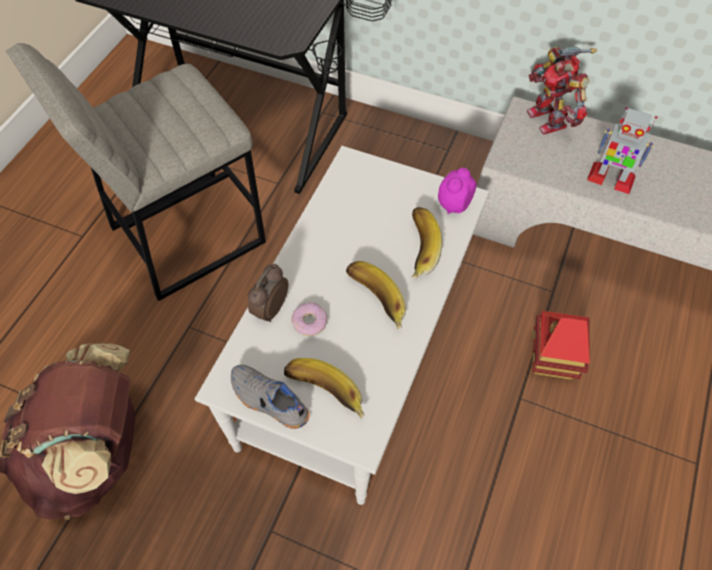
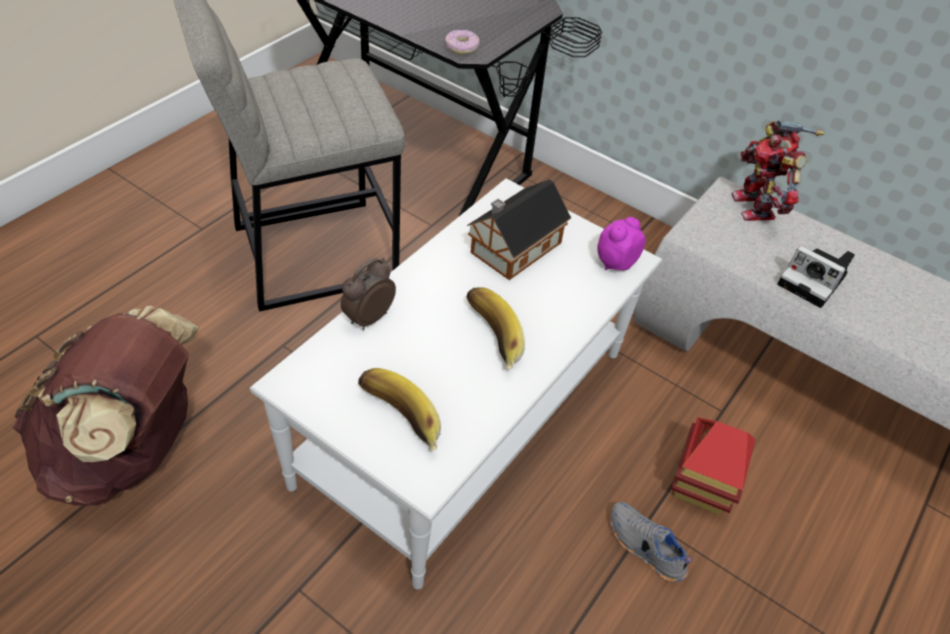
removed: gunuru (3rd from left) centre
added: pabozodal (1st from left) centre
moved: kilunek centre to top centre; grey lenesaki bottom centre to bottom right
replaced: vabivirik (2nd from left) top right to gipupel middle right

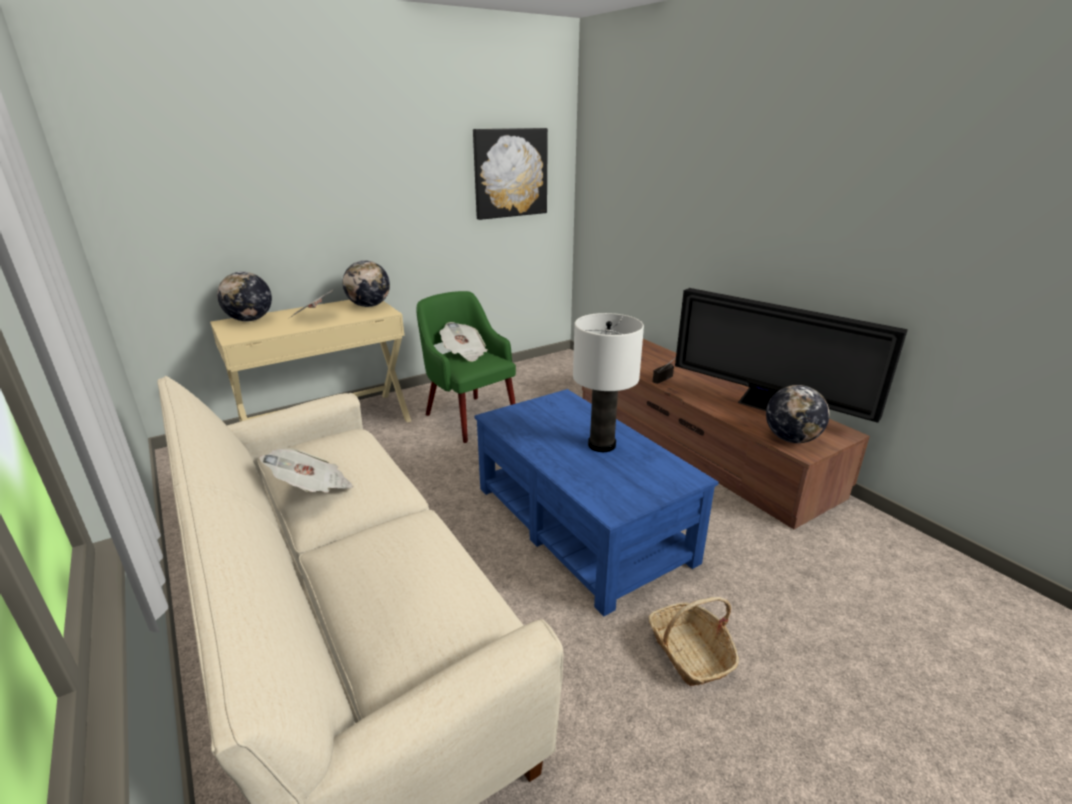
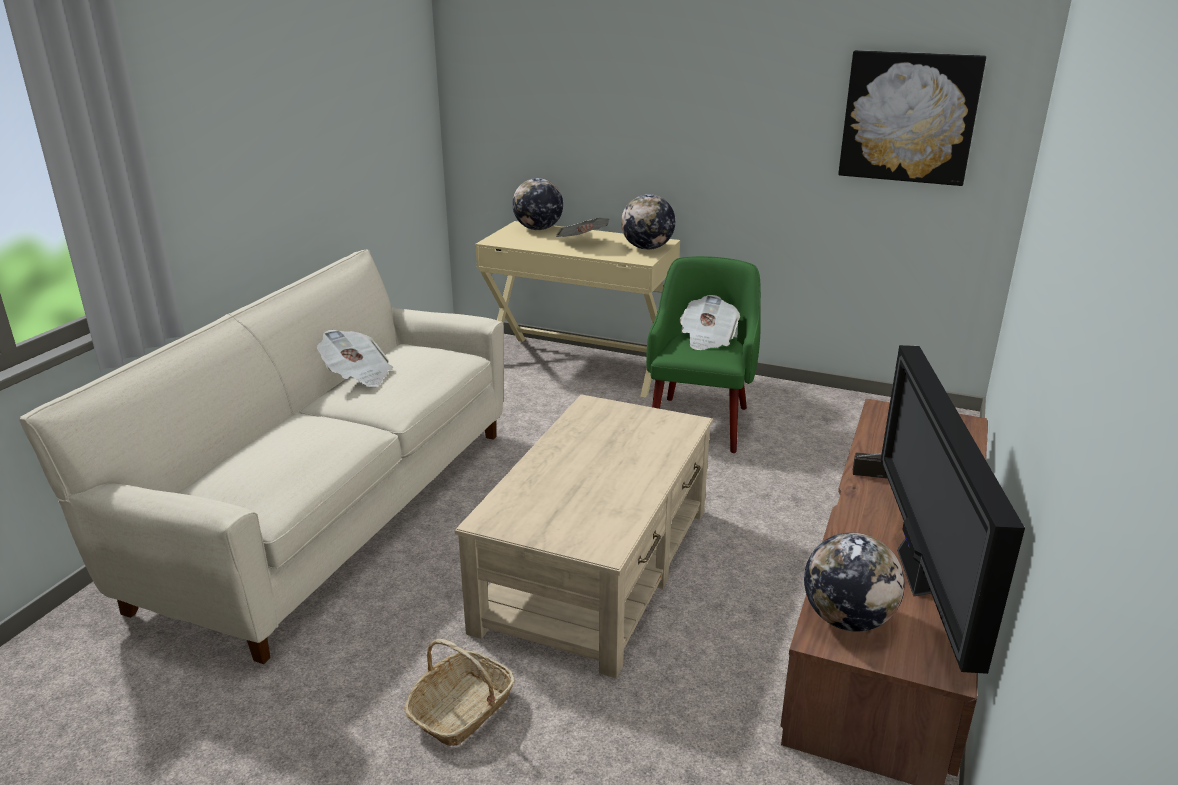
removed: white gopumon centre
recoloured: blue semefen centre to beige semefen bottom centre

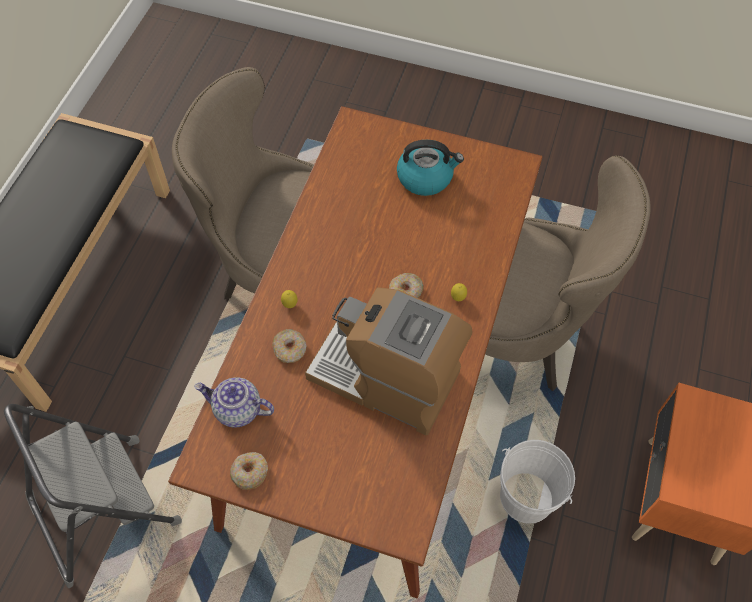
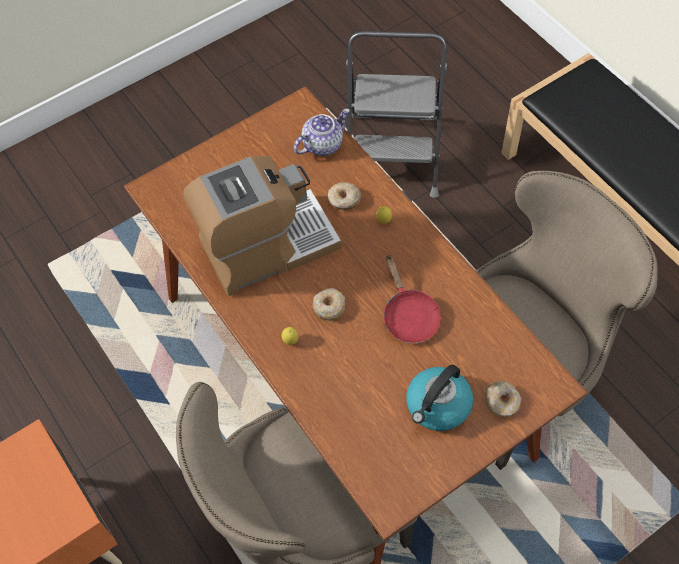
removed: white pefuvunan bottom right
added: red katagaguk centre
moved: kilunek (1st from left in the first image) bottom left to kilunek (3rd from left) bottom right

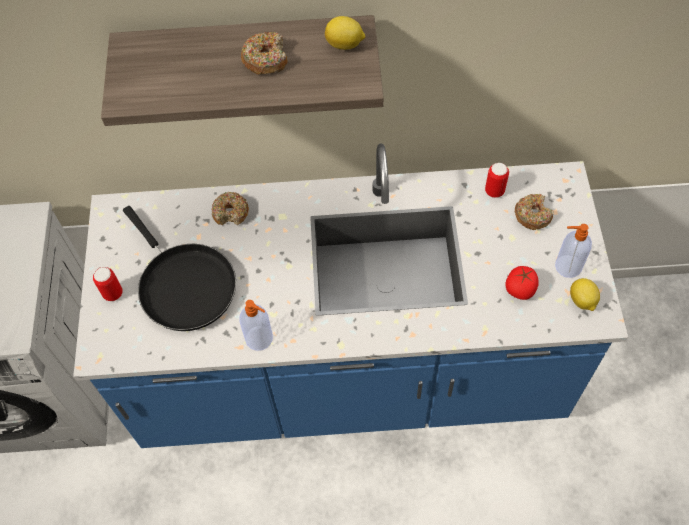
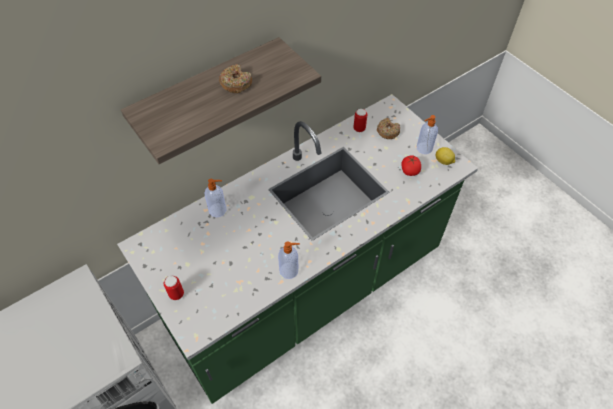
removed: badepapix (1st from left) top centre; black katagaguk middle left
replaced: kilunek (1st from left) centre to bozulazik (1st from left) centre
recoloured: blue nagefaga centre to green nagefaga centre

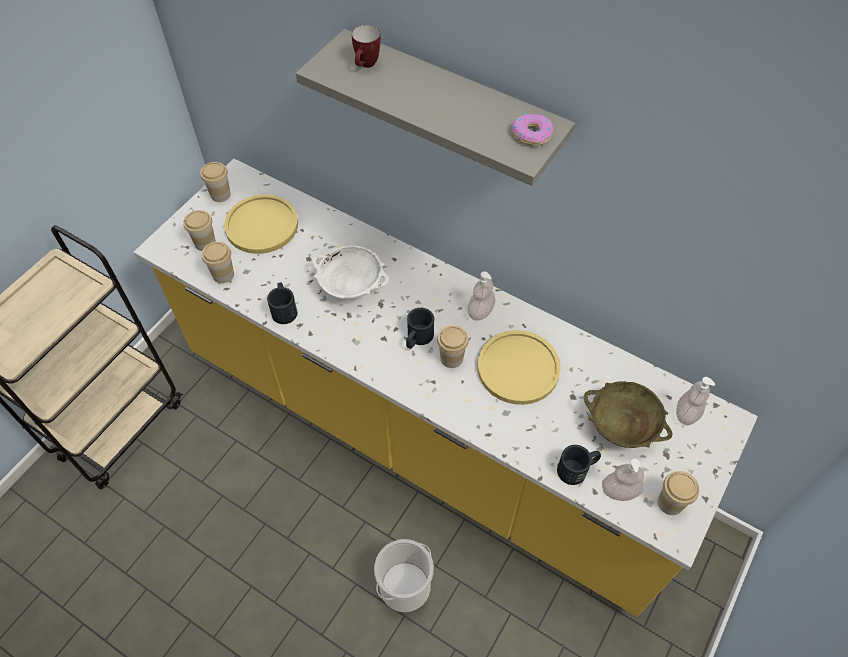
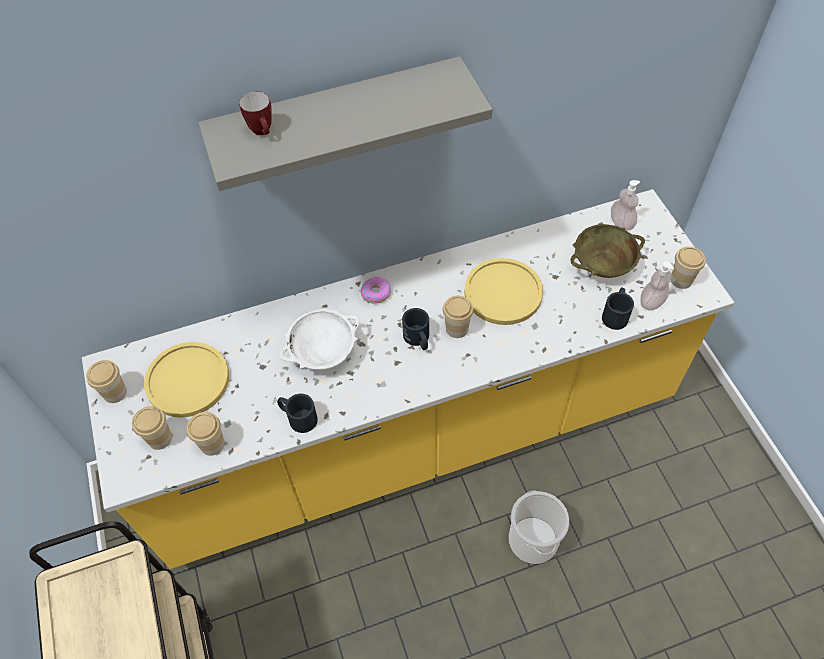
removed: bozulazik (1st from left) centre
moved: kilunek top centre to centre

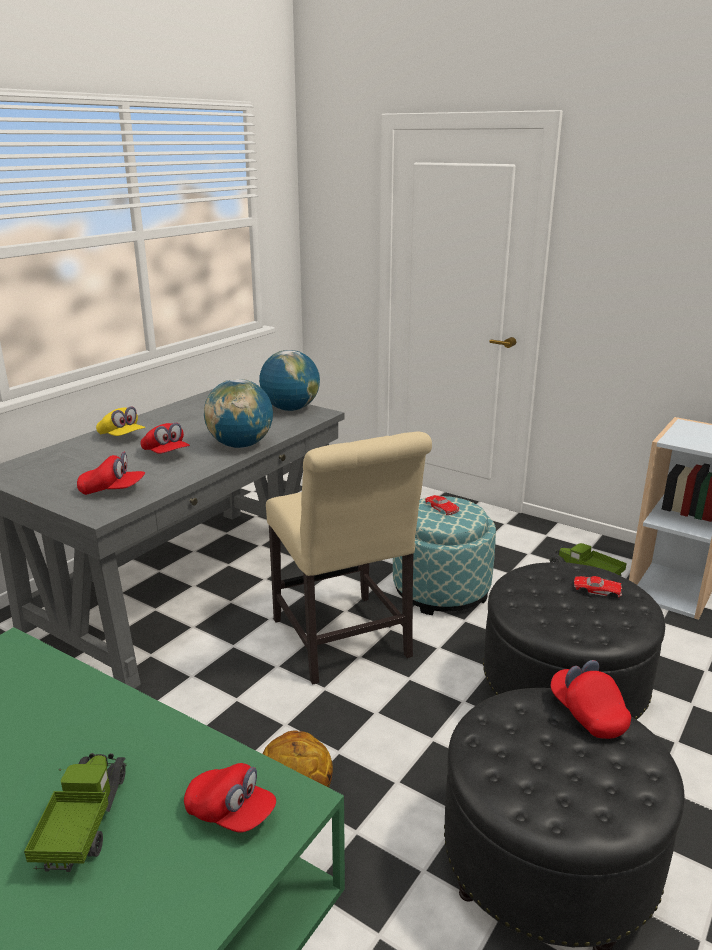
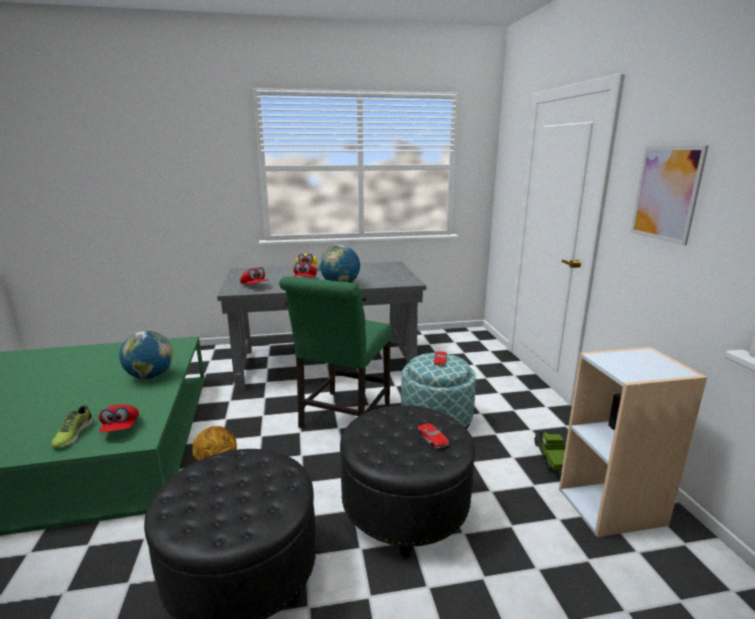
removed: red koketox (4th from left) bottom right; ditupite (1st from left) bottom left
added: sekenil top right; lenesaki bottom left
moved: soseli (2nd from left in the first image) centre to soseli (1st from left) middle left
recoloured: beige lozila centre to green lozila centre

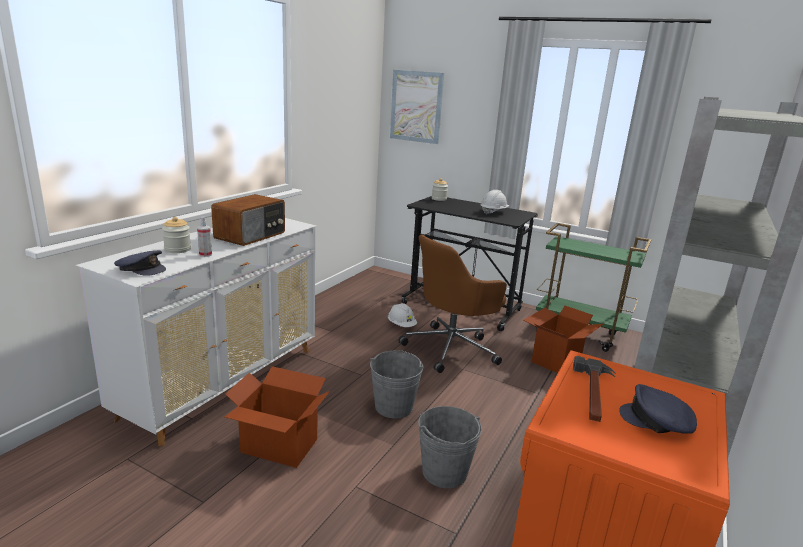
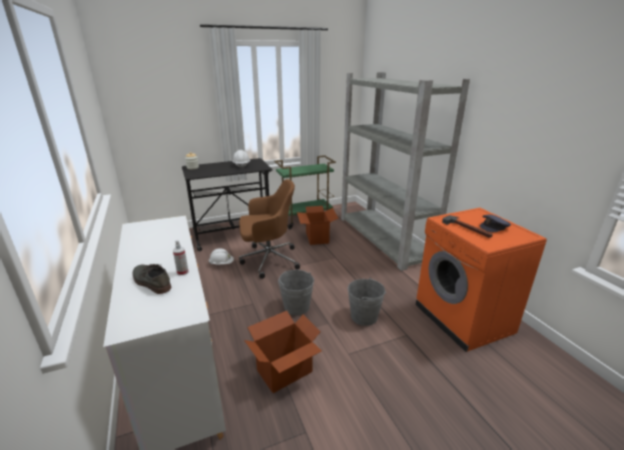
removed: sekenil top centre; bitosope middle left; grey koketox (1st from left) middle left
replaced: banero (1st from left) middle left to grey lenesaki middle left
turned: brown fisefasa centre = centre 105 degrees counterclockwise

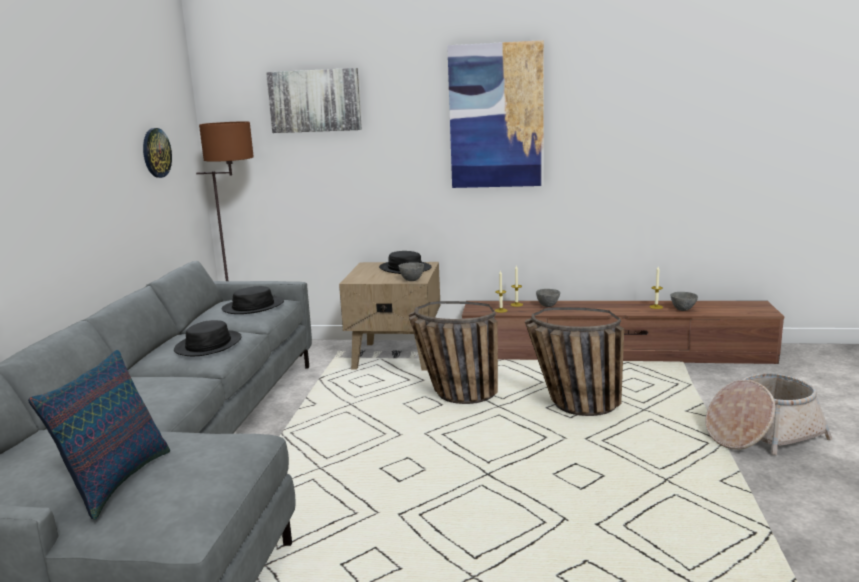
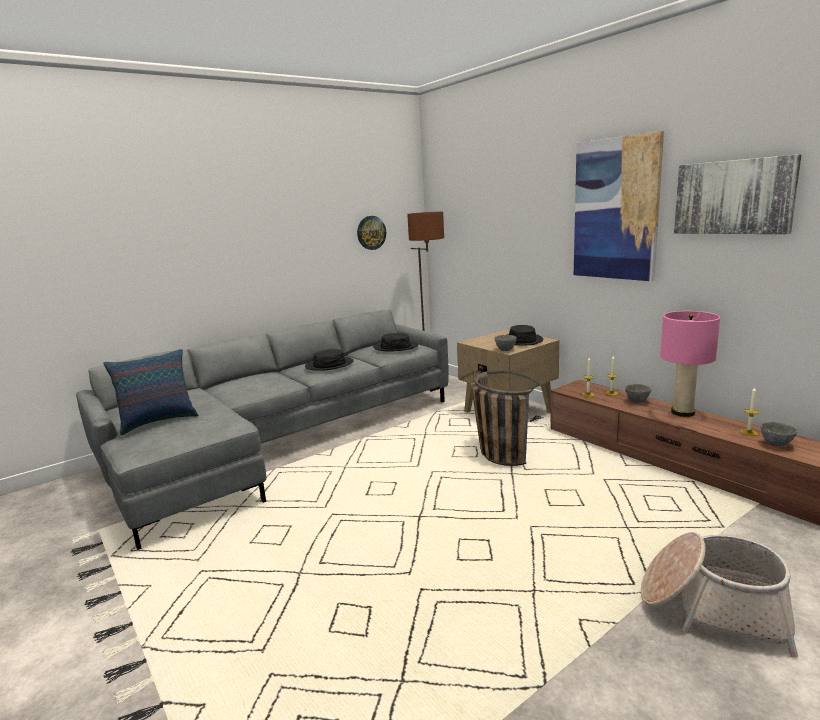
removed: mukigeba (2nd from left) middle right
added: pink gopumon middle right
moved: sekenil (1st from left in the first image) top centre to sekenil (2nd from left) top right

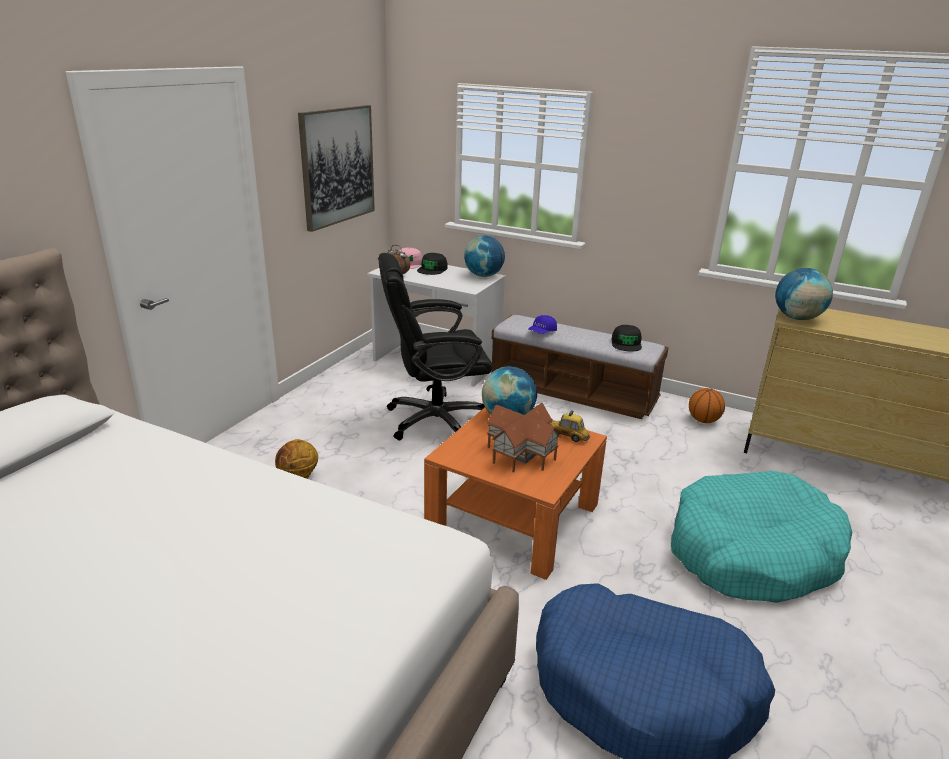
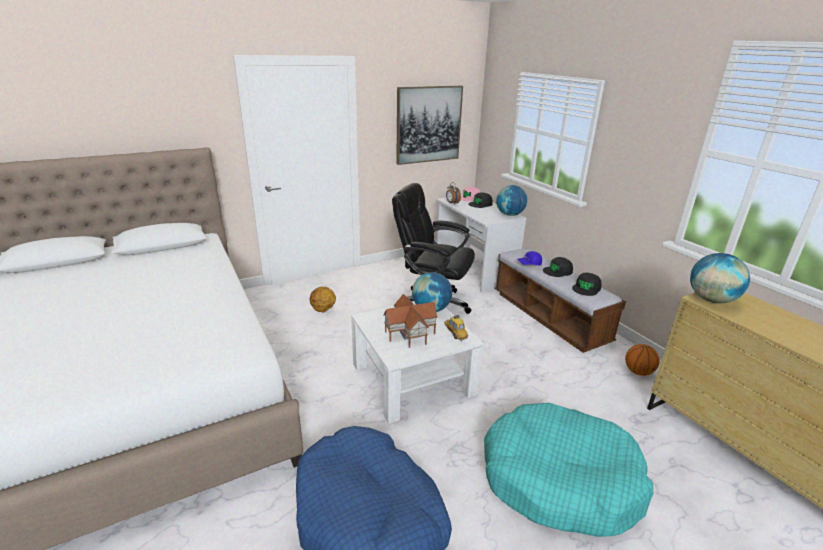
added: black koketox (2nd from left) middle right
recoloured: orange semefen centre to white semefen centre

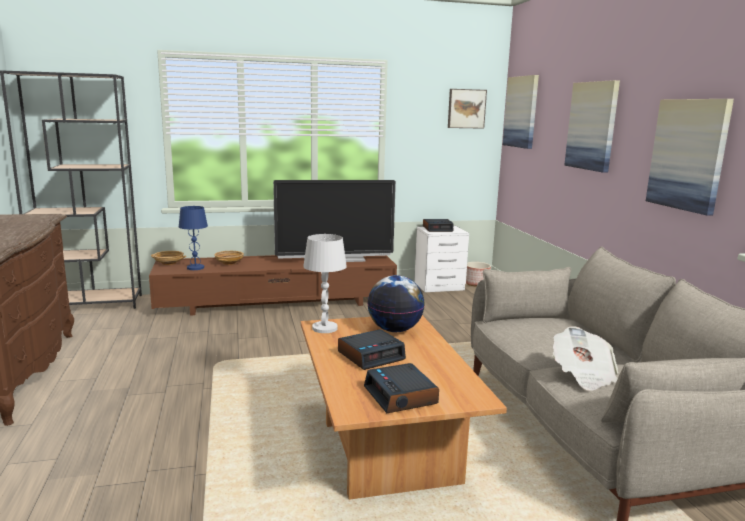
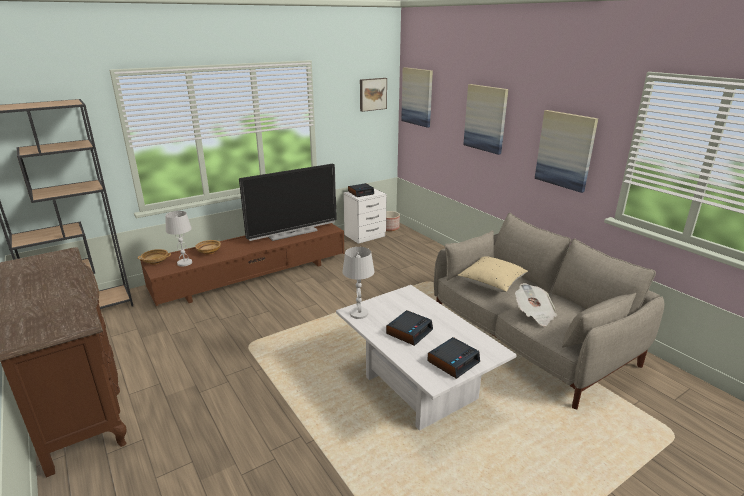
removed: soseli centre
added: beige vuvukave centre
recoloured: blue gopumon middle left to white gopumon (1st from left) middle left; brown semefen bottom centre to white semefen bottom centre
turned: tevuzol (2nd from left in the first image) bottom centre = bottom centre 90 degrees counterclockwise

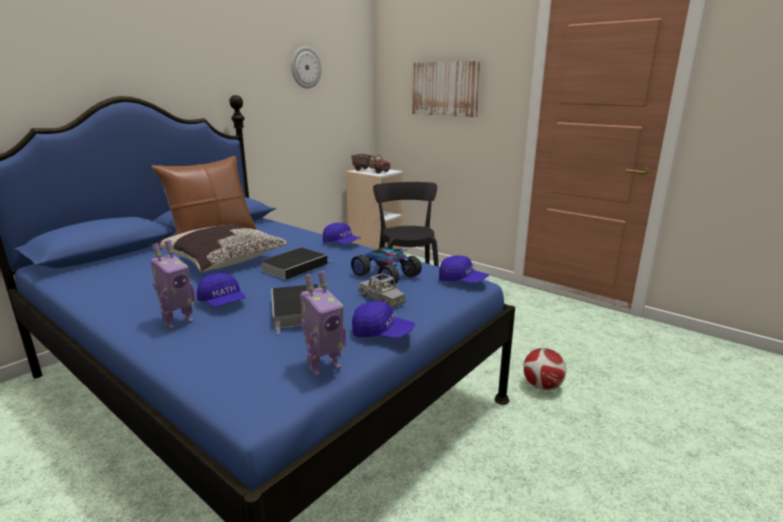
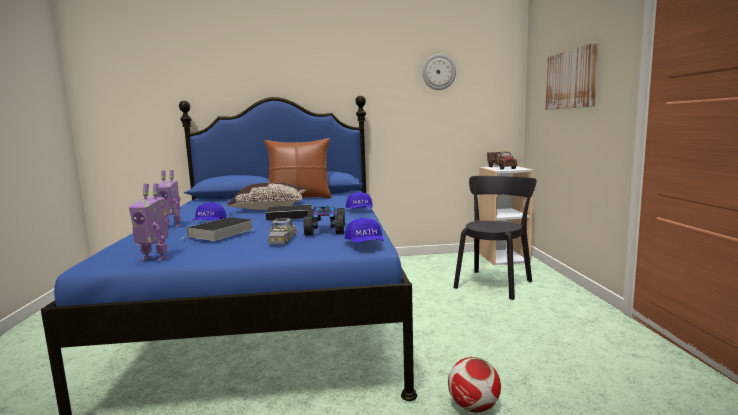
removed: blue koketox (3rd from left) centre

